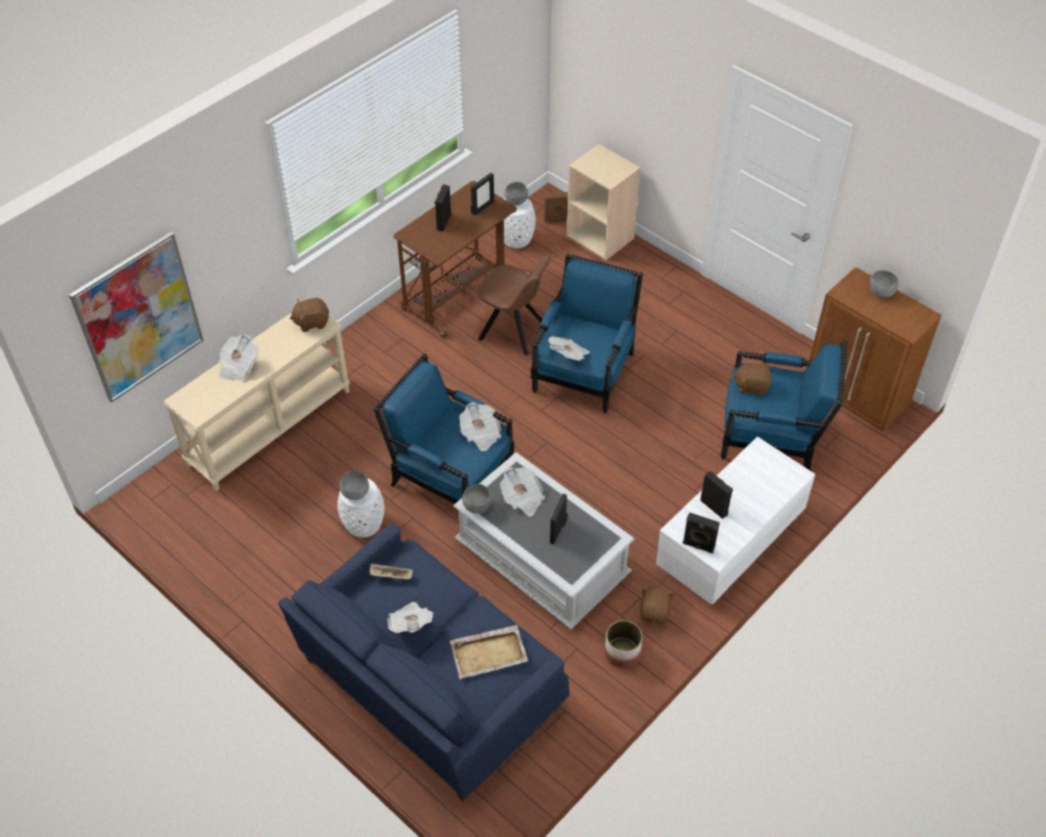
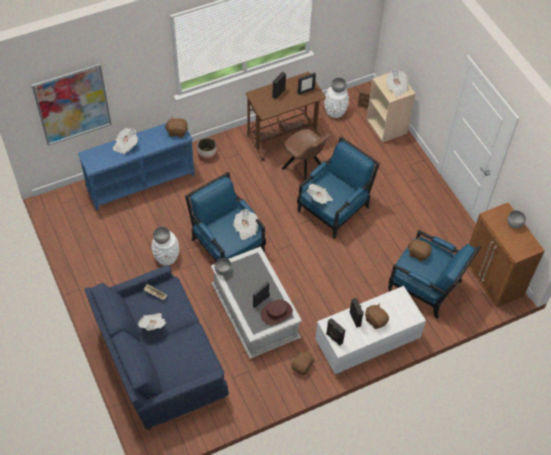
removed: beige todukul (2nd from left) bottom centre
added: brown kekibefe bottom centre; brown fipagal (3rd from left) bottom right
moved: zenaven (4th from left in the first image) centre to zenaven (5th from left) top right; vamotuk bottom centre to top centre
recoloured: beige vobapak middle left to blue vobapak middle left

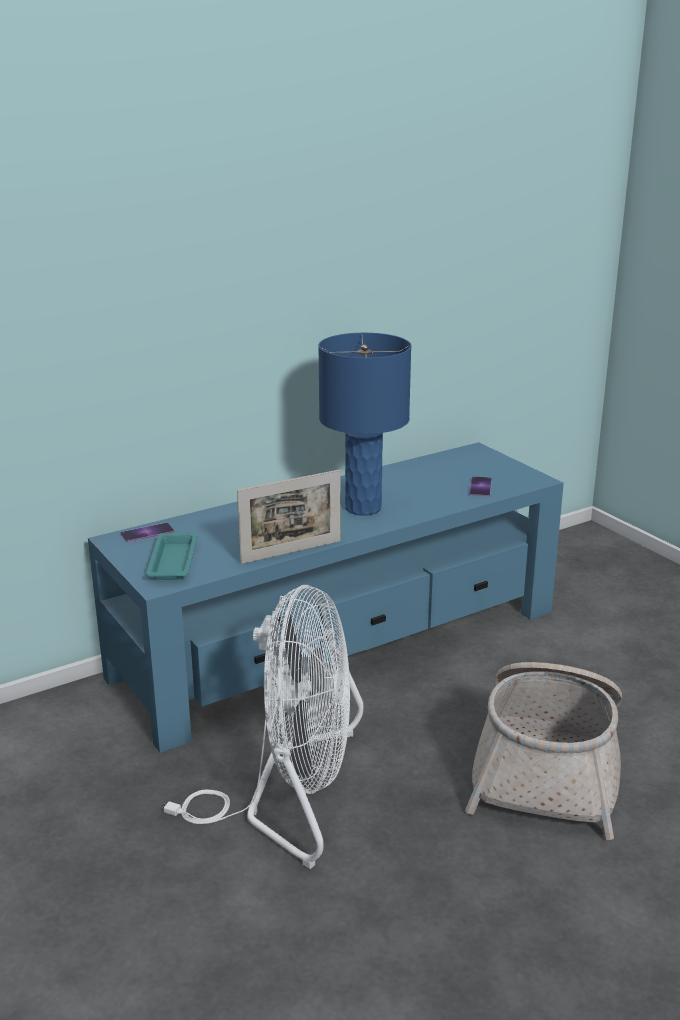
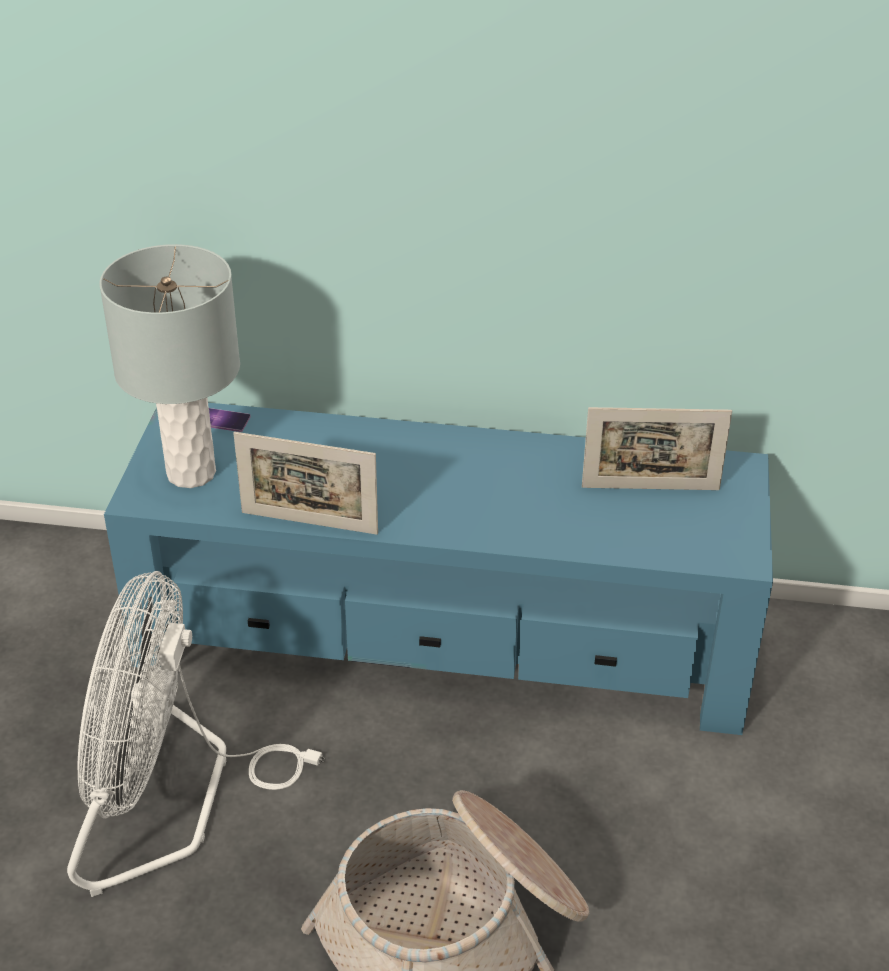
removed: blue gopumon centre; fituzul (2nd from left) middle right
added: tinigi (2nd from left) middle right
replaced: turquoise todukul middle left to grey gopumon middle left
turned: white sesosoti bottom centre = bottom left 135 degrees clockwise

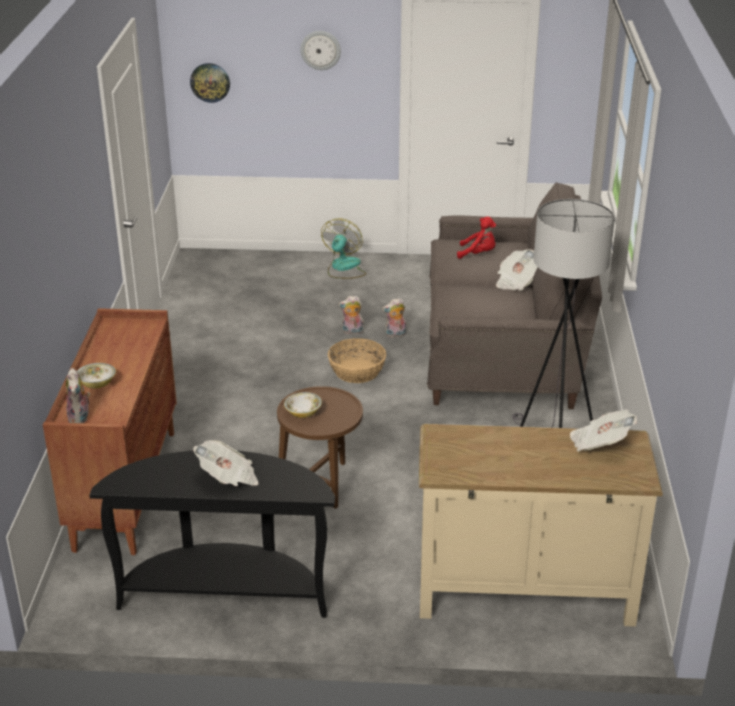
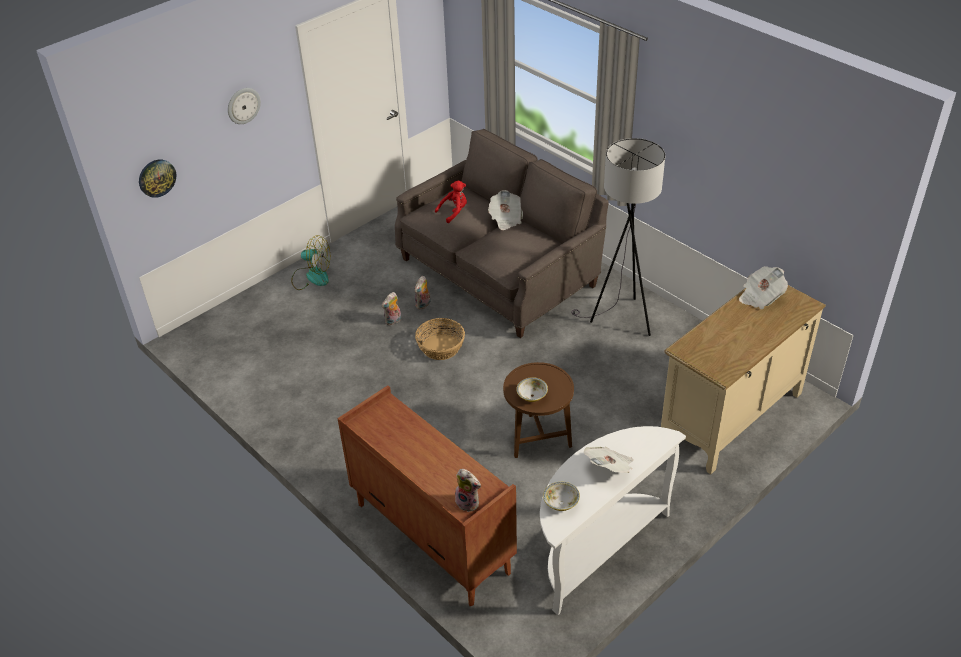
moved: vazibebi (1st from left in the first image) middle left to vazibebi (2nd from left) bottom centre
recoloured: black vobapak bottom left to white vobapak bottom centre
turned: sesosoti centre = middle left 135 degrees clockwise

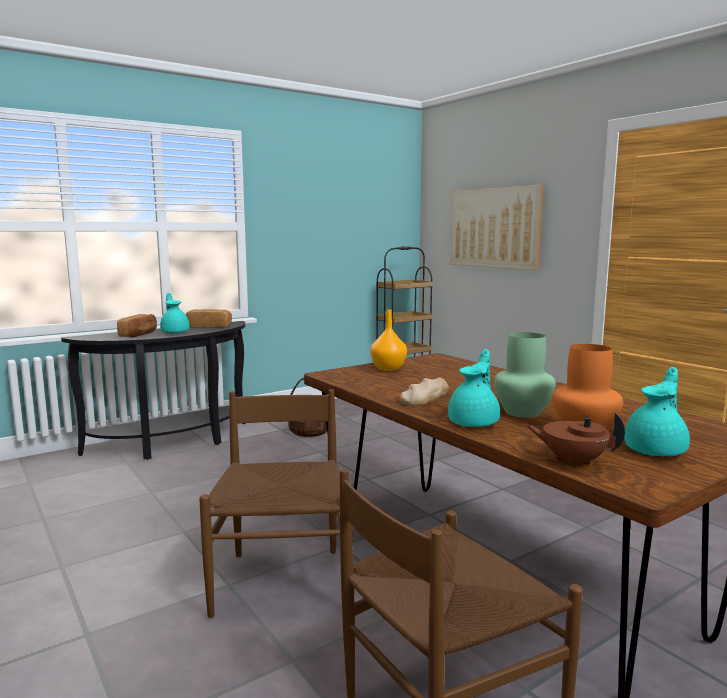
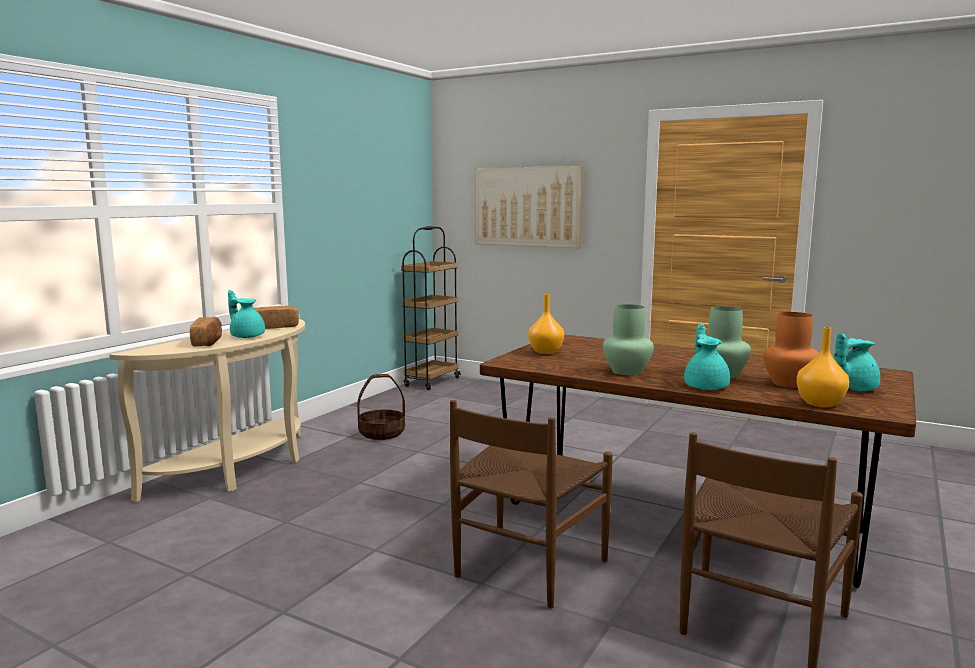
replaced: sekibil (3rd from left) centre to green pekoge (1st from left) centre; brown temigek middle right to orange pekoge (3rd from left) middle right
recoloured: black vobapak middle left to beige vobapak middle left
turned: turquoise temigek (3rd from left) middle right = middle right 135 degrees counterclockwise; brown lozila (1st from left) bottom centre = bottom centre 120 degrees counterclockwise

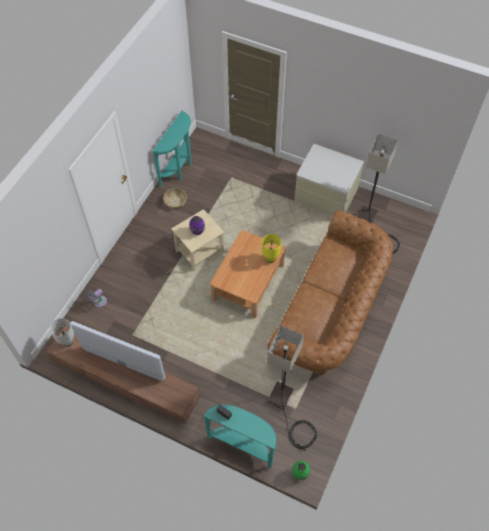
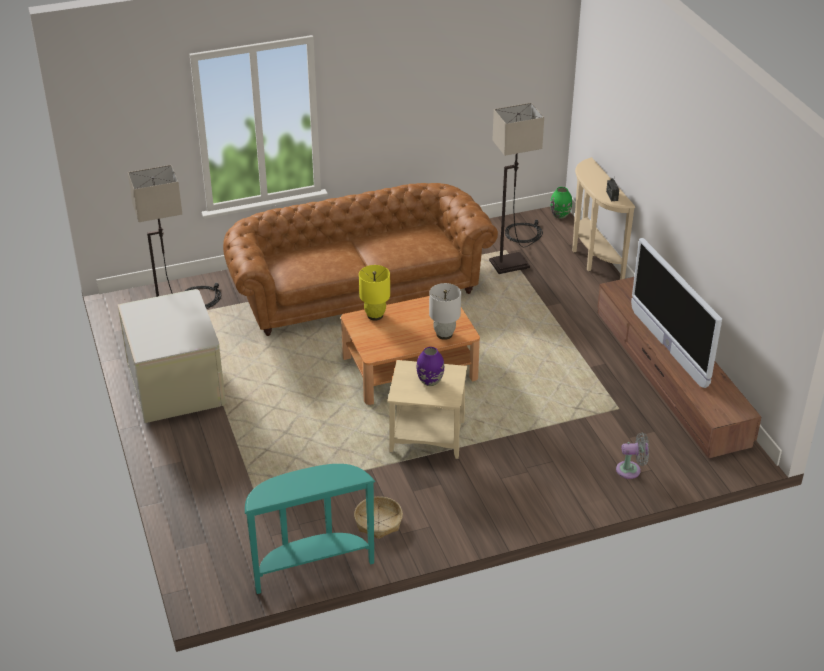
moved: white gopumon middle left to centre
recoloured: turquoise vobapak (2nd from left) bottom centre to beige vobapak top right

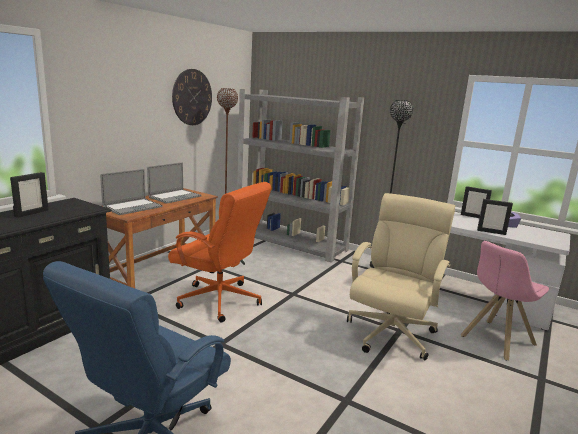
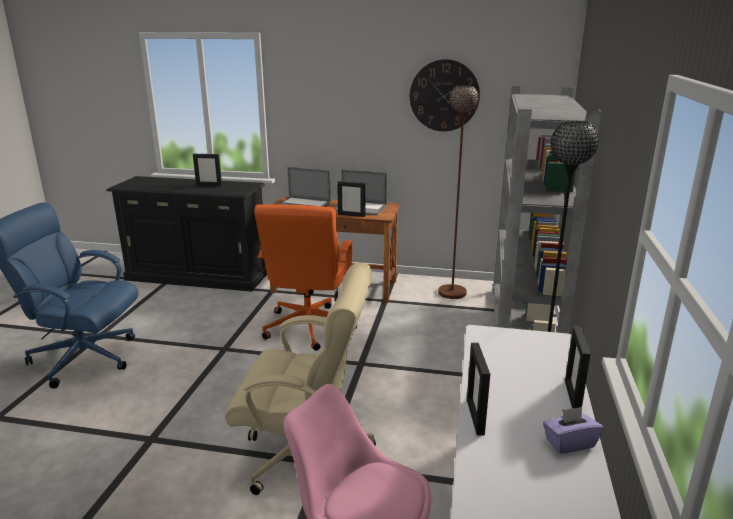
added: tinigi (2nd from left) centre

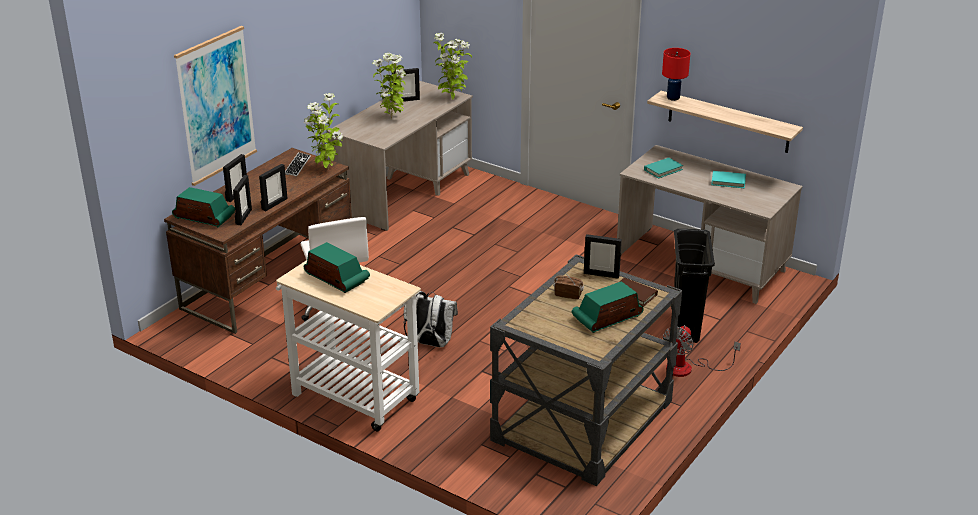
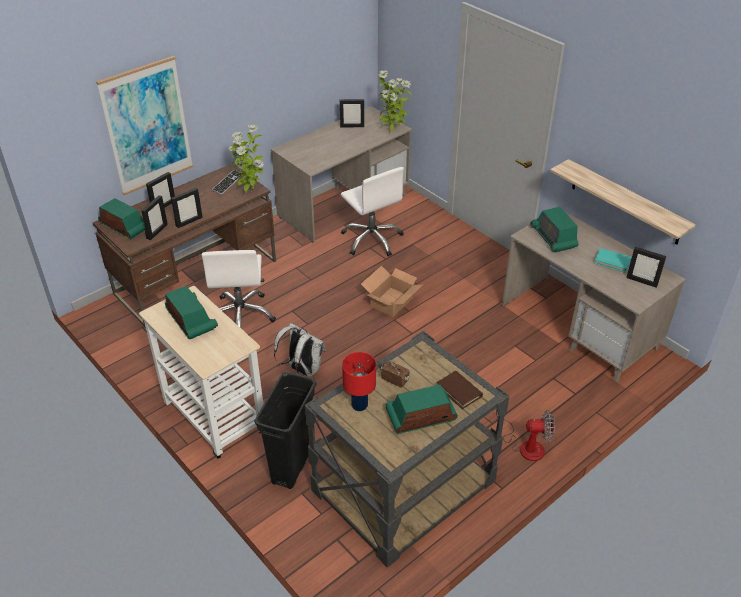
removed: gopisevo (2nd from left) top centre
added: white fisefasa (2nd from left) centre; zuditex centre
moved: red gopumon top right to centre; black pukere middle right to bottom centre; tinigi (5th from left) centre to middle right
replaced: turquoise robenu (1st from left) top right to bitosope (5th from left) middle right
turned: sesosoti bottom right = bottom right 135 degrees counterclockwise

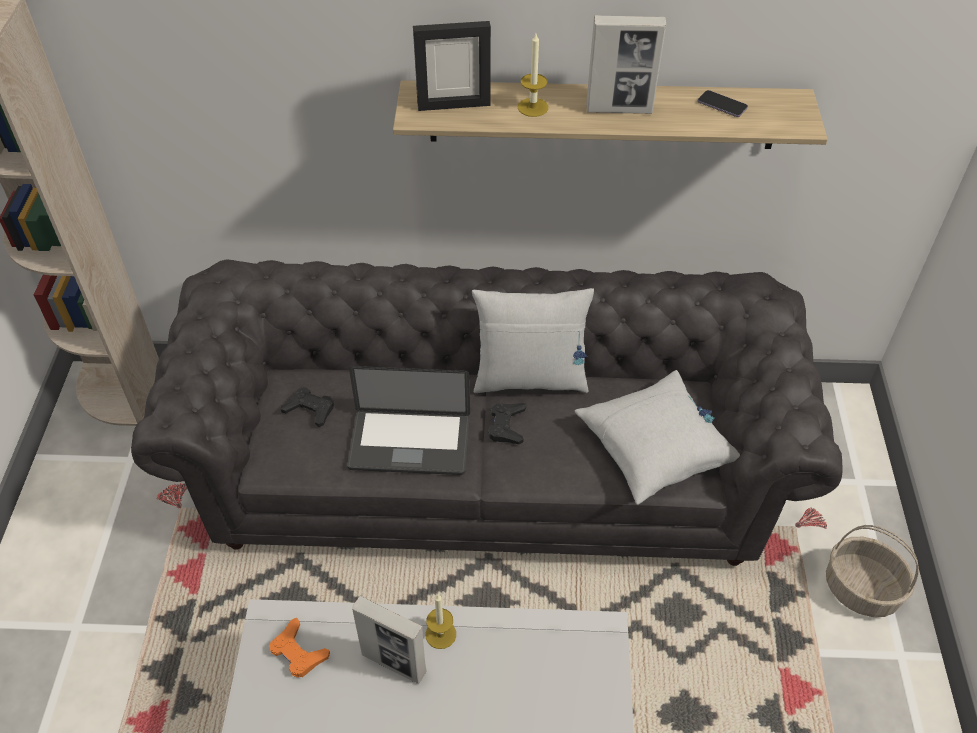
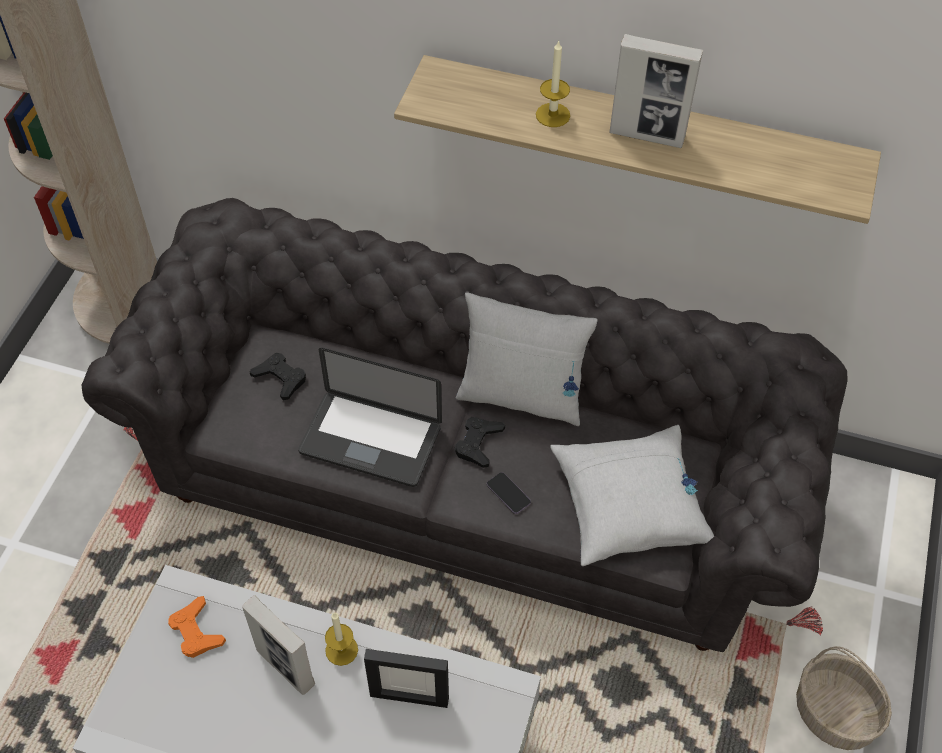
moved: tinigi (2nd from left) top centre to bottom centre; fituzul top right to centre

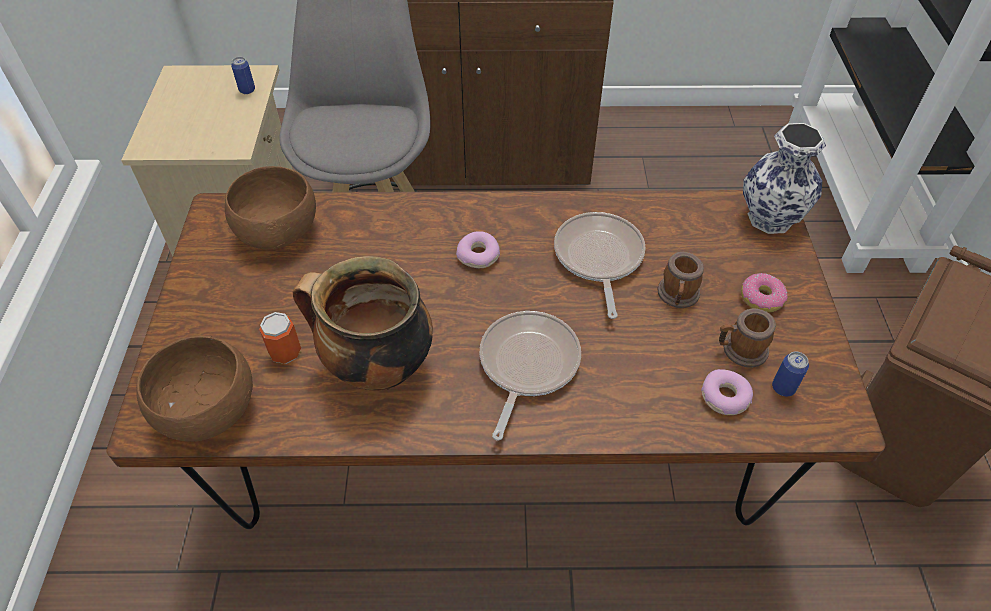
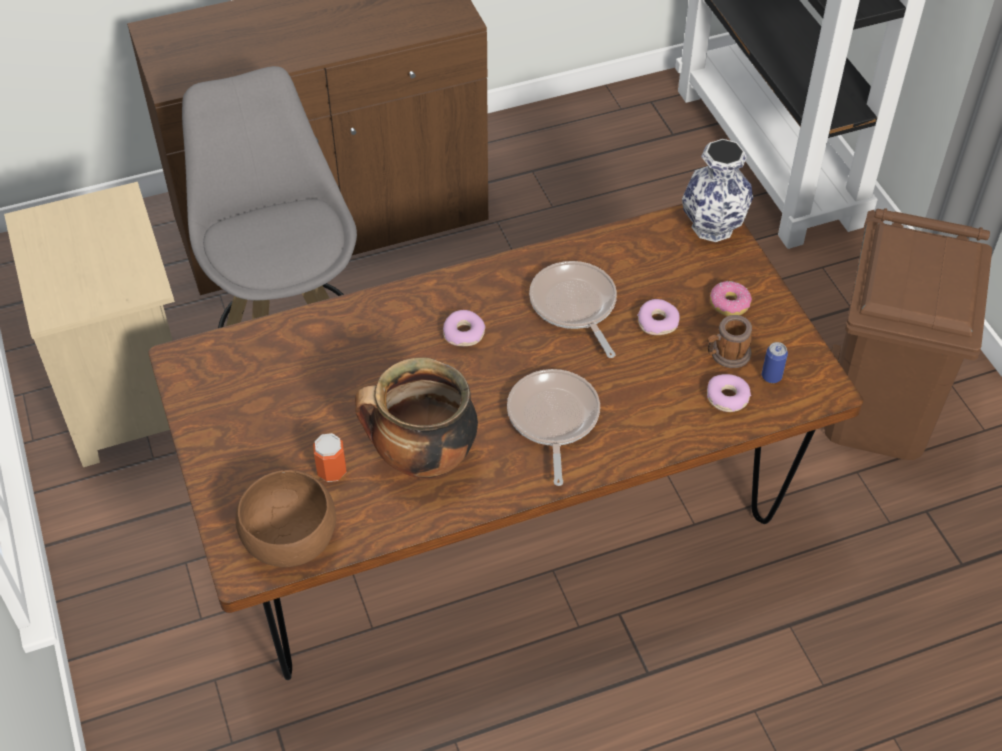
removed: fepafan (1st from left) top left; brown vazibebi (2nd from left) middle left
replaced: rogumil (1st from left) middle right to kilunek (2nd from left) centre

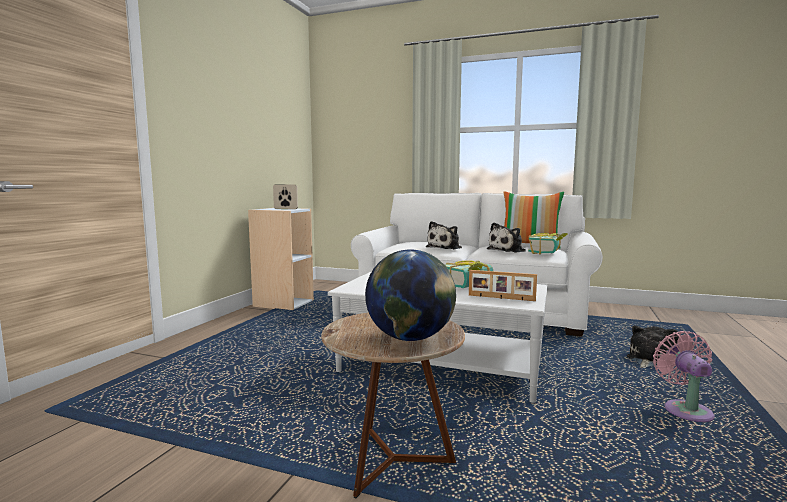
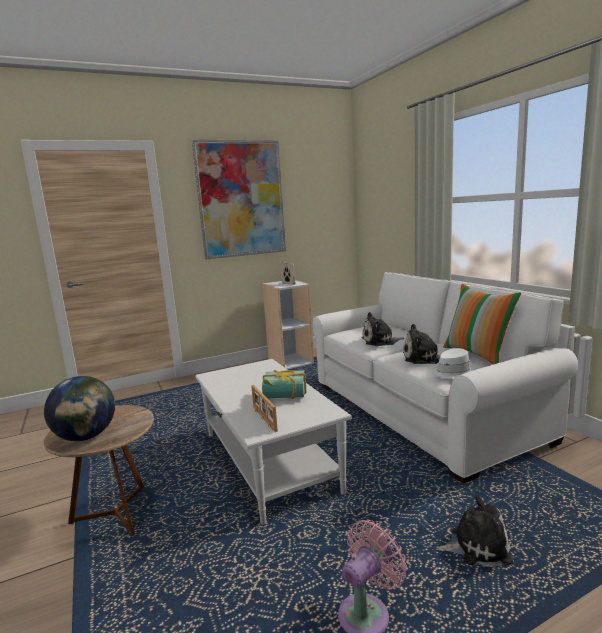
added: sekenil top centre
replaced: robenu (2nd from left) middle right to white kekibefe middle right

